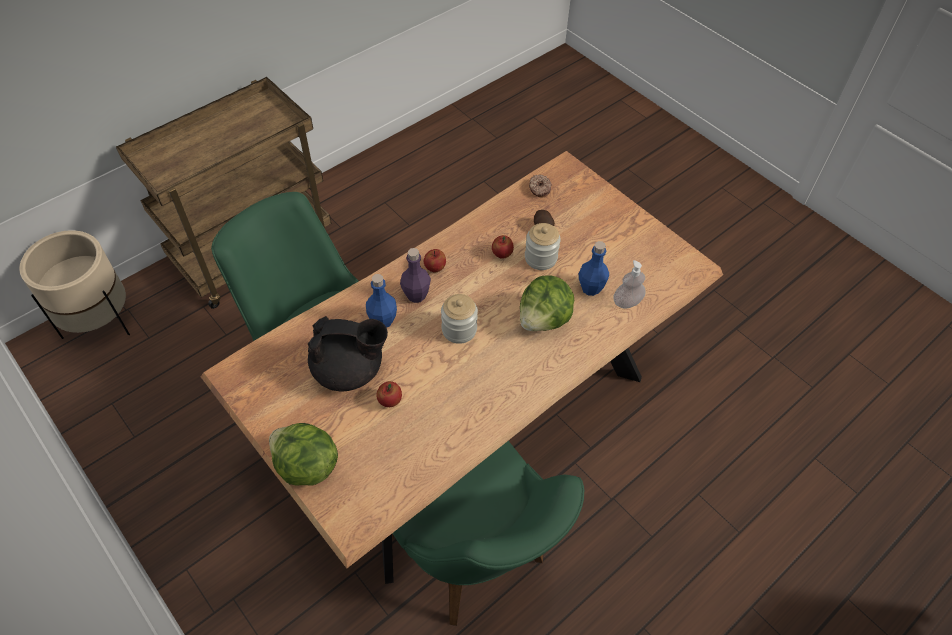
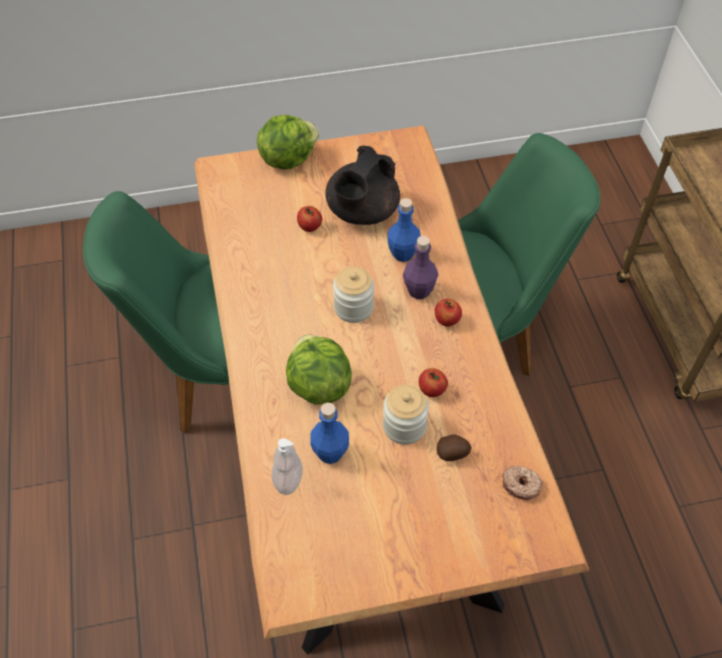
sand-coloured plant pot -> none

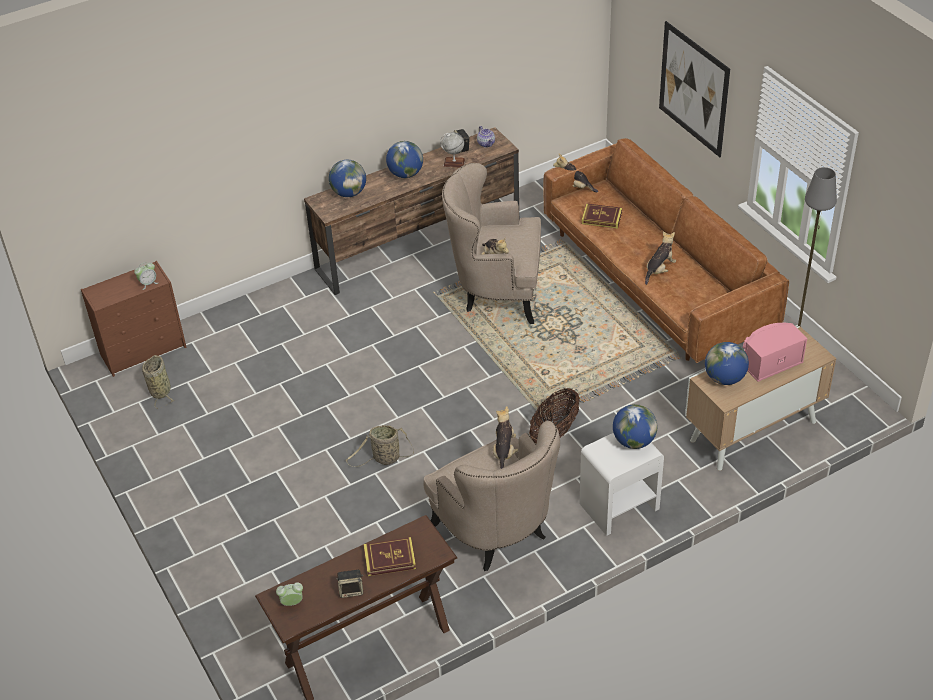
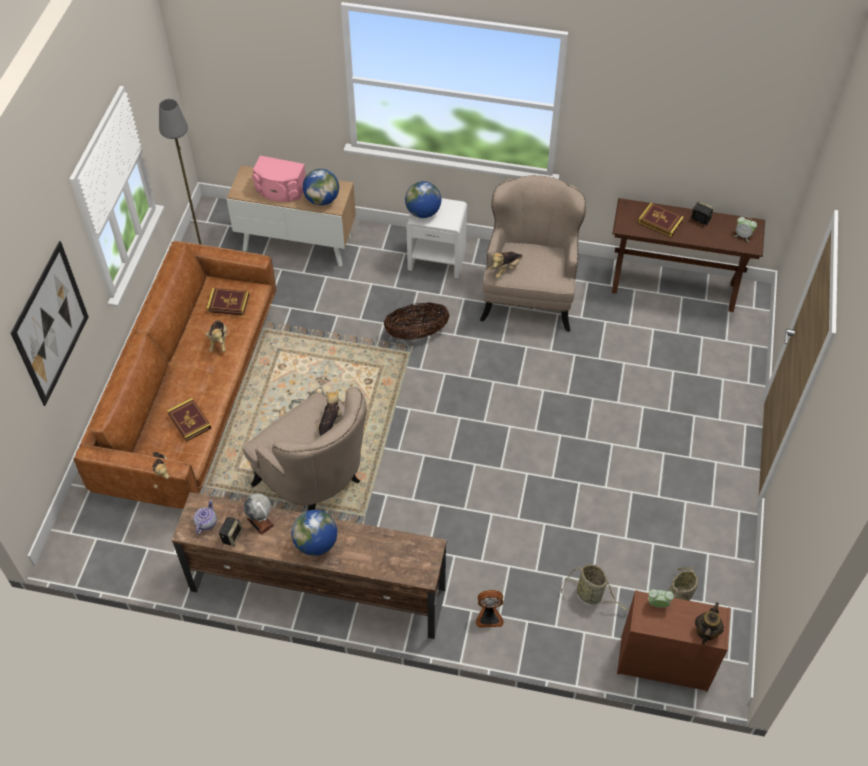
desk globe (1st from left) -> none
soft toy (4th from left in the first image) -> soft toy (2nd from left), 90 degrees counterclockwise
basket (2nd from left), move
none -> bound book (2nd from left)
none -> cooling fan
none -> teapot (2nd from left)

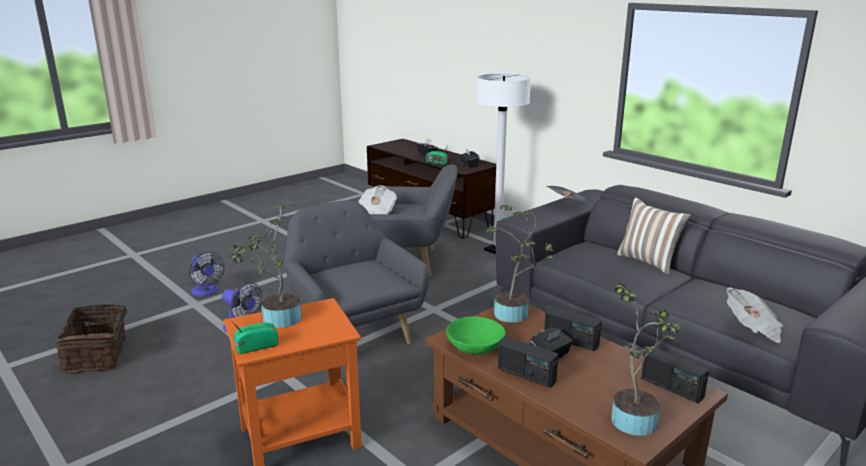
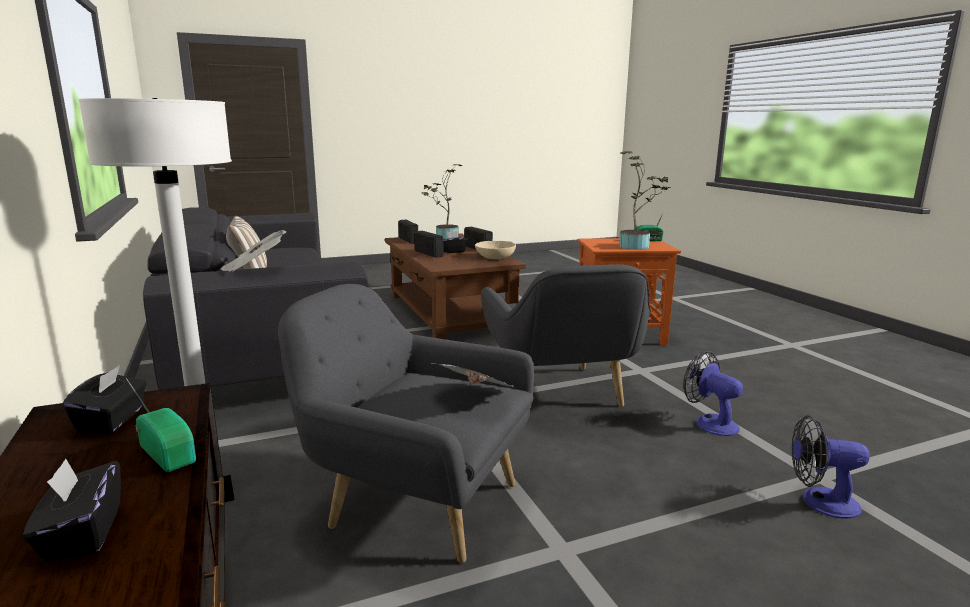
plant in a pot (2nd from left) -> none
cooling fan (1st from left in the first image) -> cooling fan (2nd from left), 60 degrees counterclockwise
newspaper (3rd from left) -> none
basket -> none
green bowl -> sand-coloured bowl

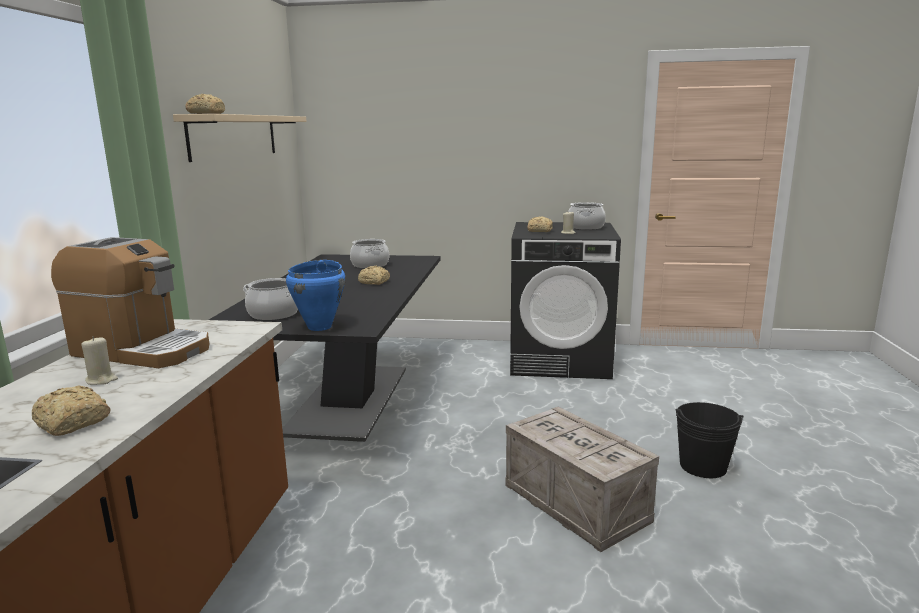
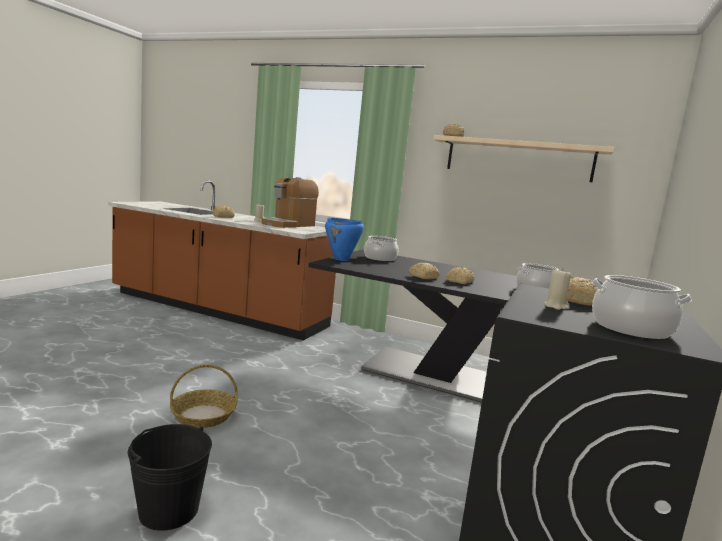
crate -> basket
none -> bakery bread (2nd from left)

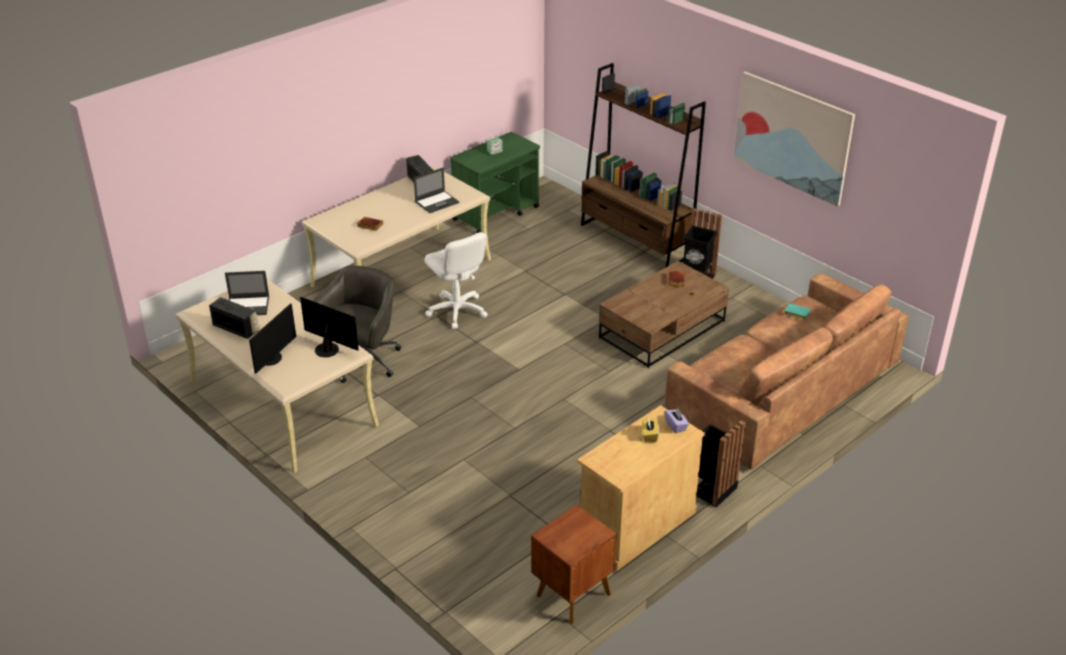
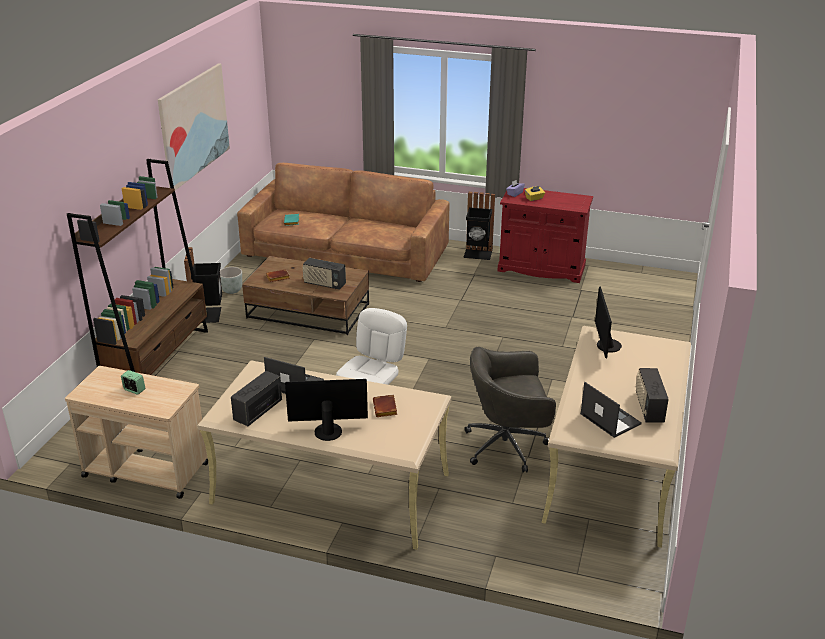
green trolley -> sand-coloured trolley
monitor (1st from left), move
sand-coloured cabinet -> red cabinet
brown bedside table -> none
none -> radio set (2nd from left)
none -> greyish plant pot

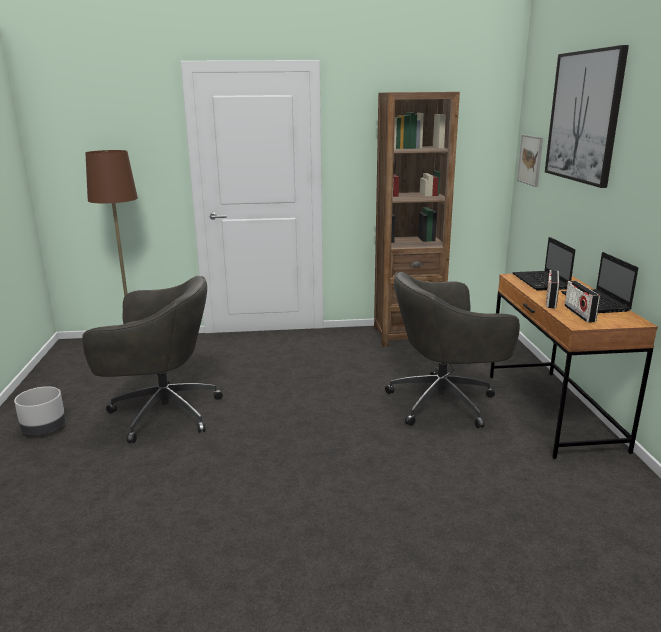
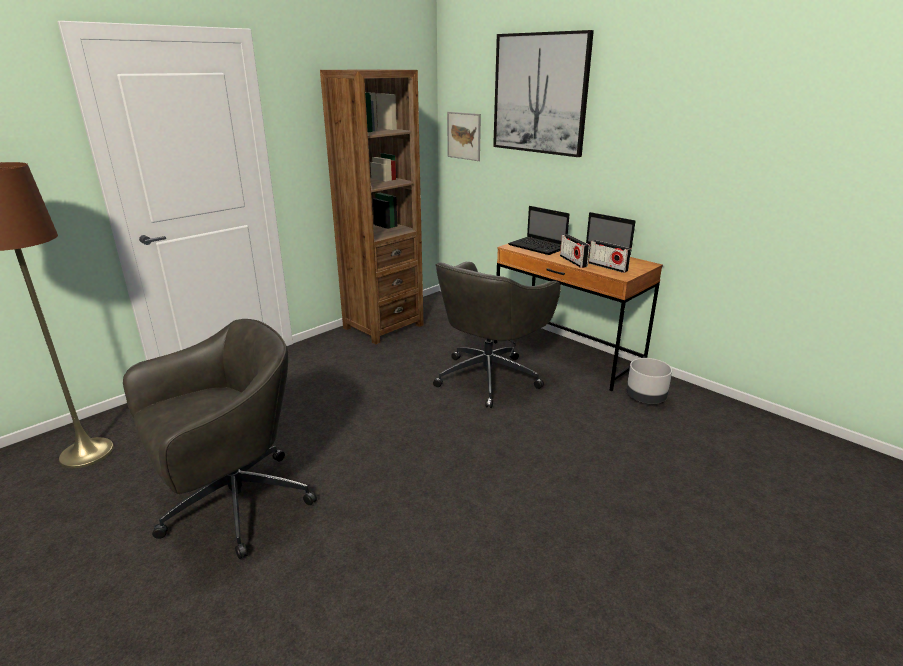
greyish plant pot, move

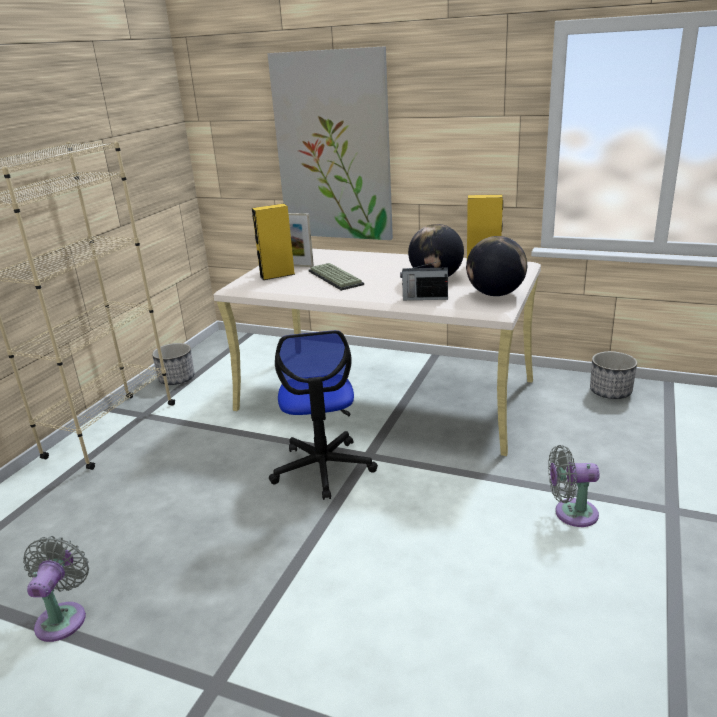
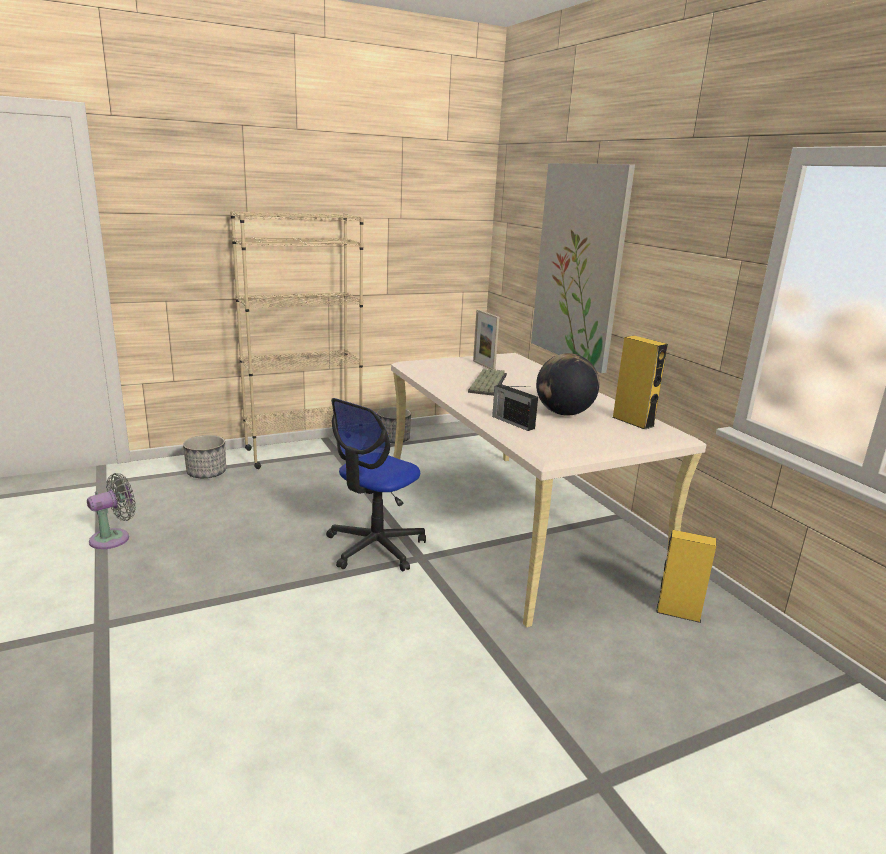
yellowish speaker (1st from left in the first image) -> yellowish speaker (2nd from left), move
desk globe (2nd from left) -> none
plant pot (2nd from left in the first image) -> plant pot (1st from left), move
greyish cooling fan (2nd from left) -> none

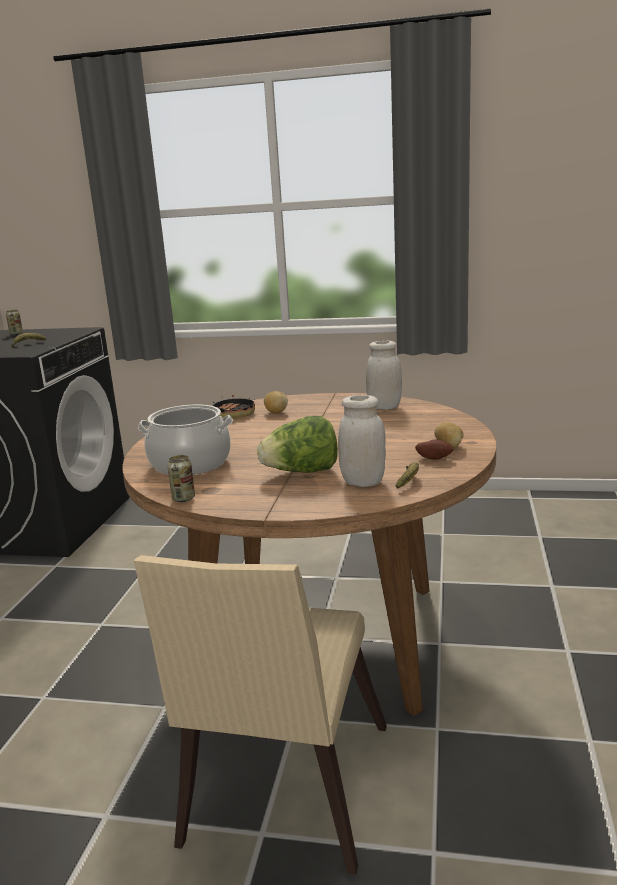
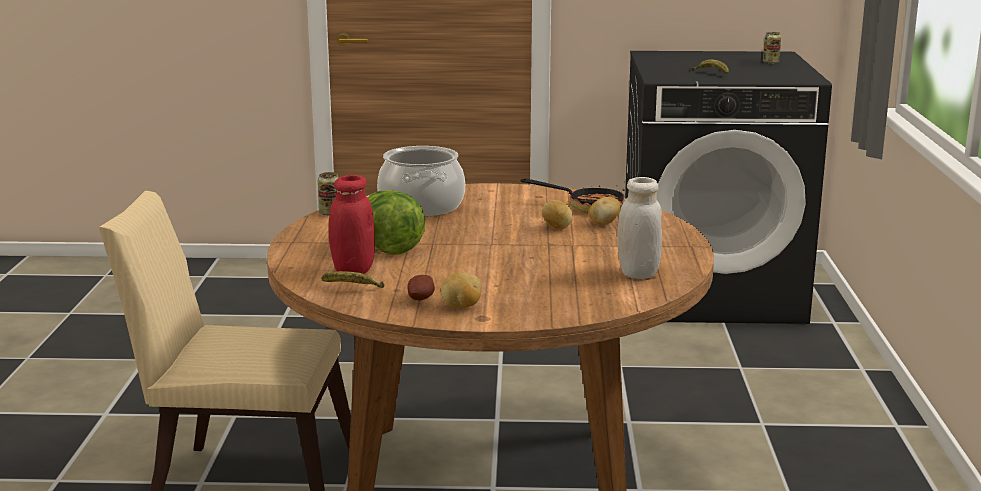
whitish preserve jar (1st from left) -> red preserve jar
none -> whole potato (3rd from left)

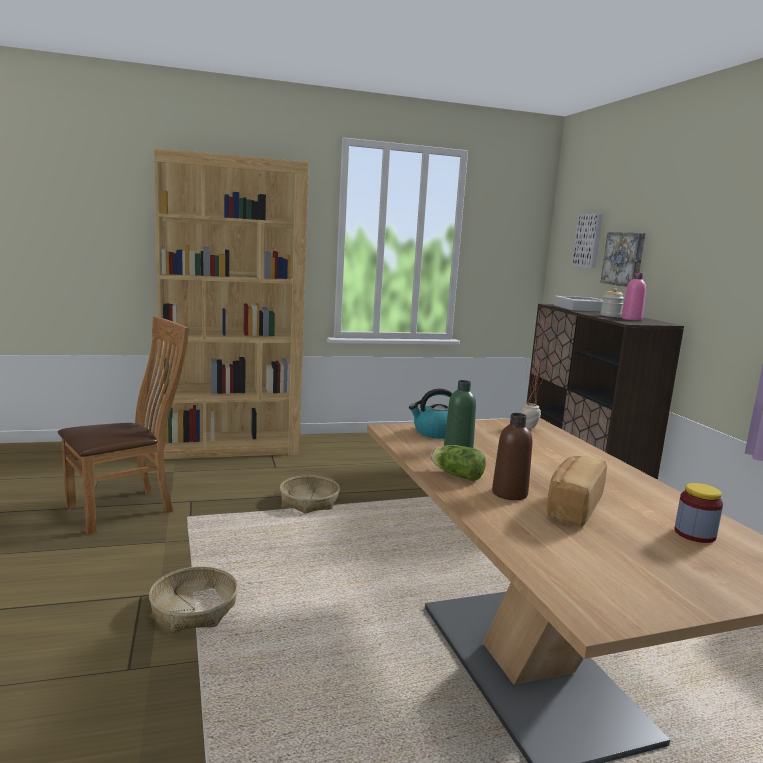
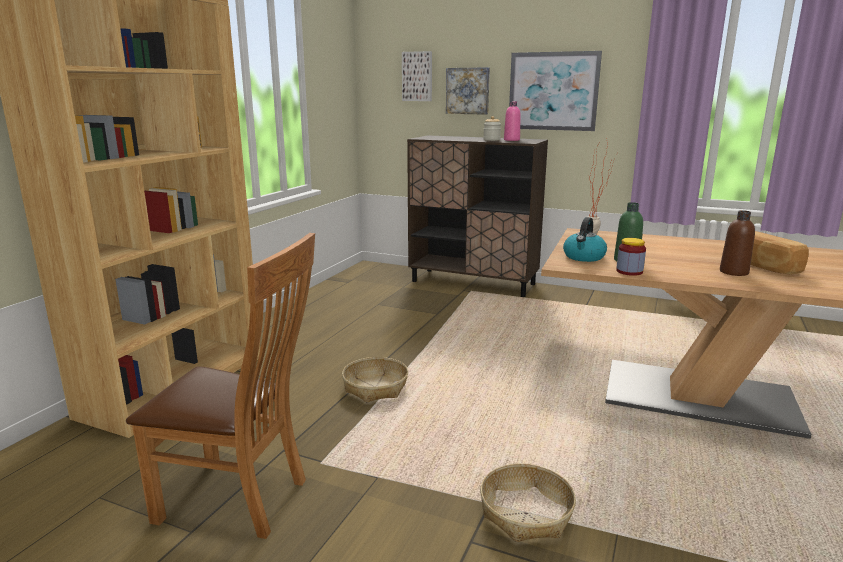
greyish serving tray -> none
brown plain chair, 105 degrees clockwise
lettuce -> none
preserve jar (2nd from left), move
none -> picture (3rd from left)

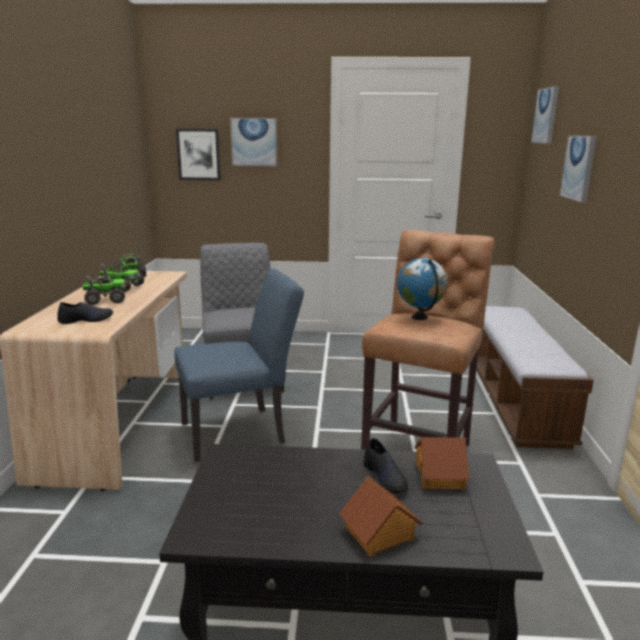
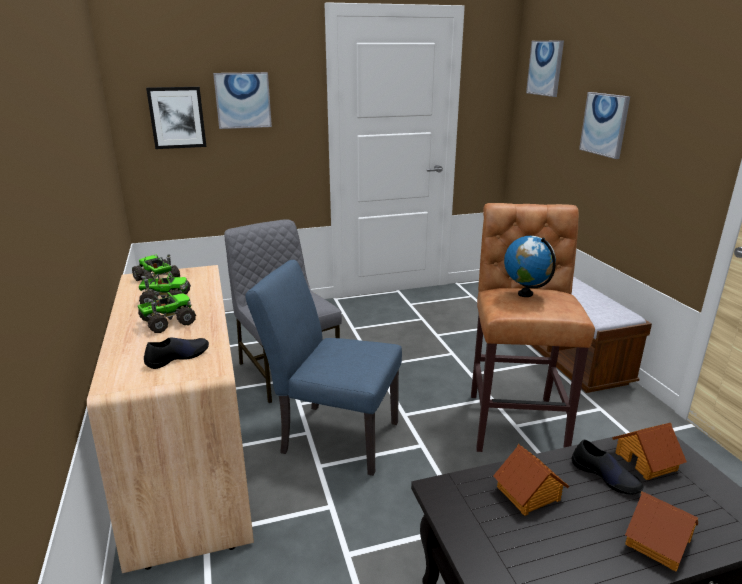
bluish plain chair, 120 degrees counterclockwise
none -> model house (1st from left)

